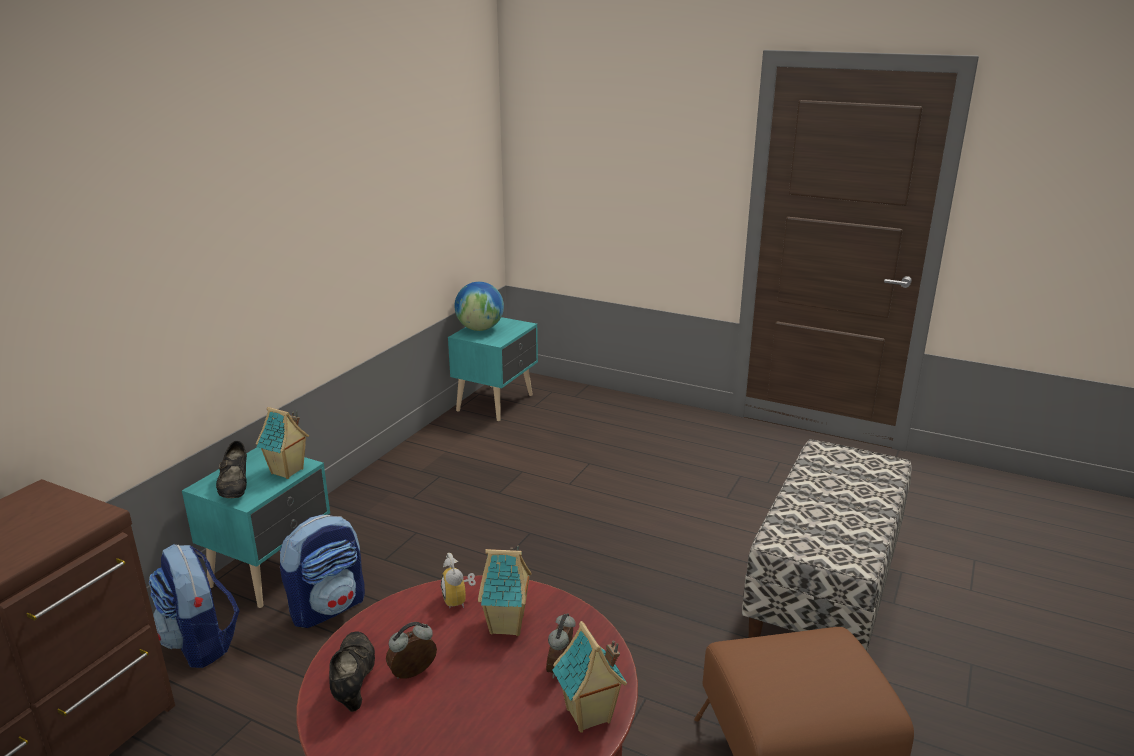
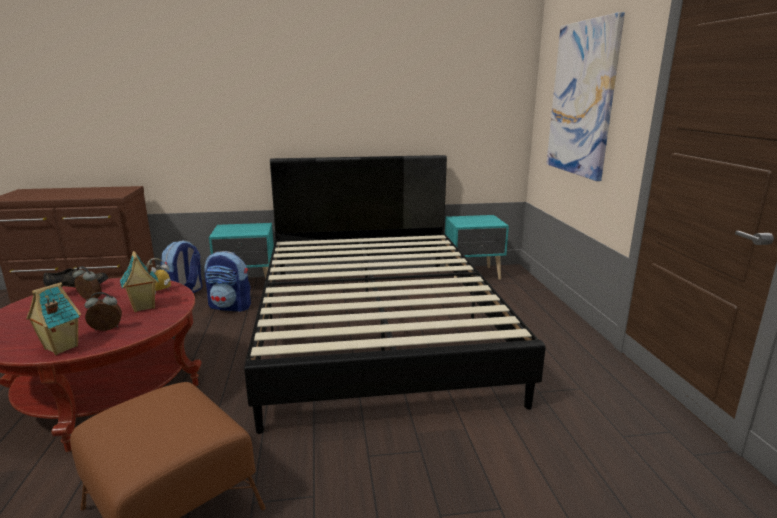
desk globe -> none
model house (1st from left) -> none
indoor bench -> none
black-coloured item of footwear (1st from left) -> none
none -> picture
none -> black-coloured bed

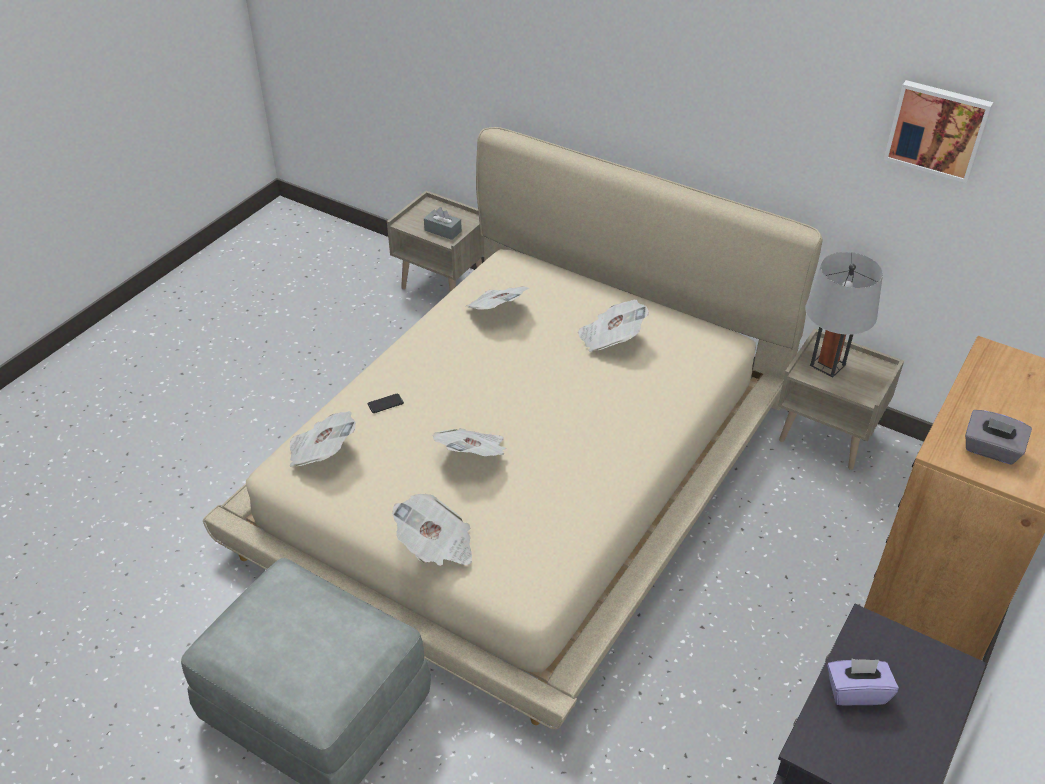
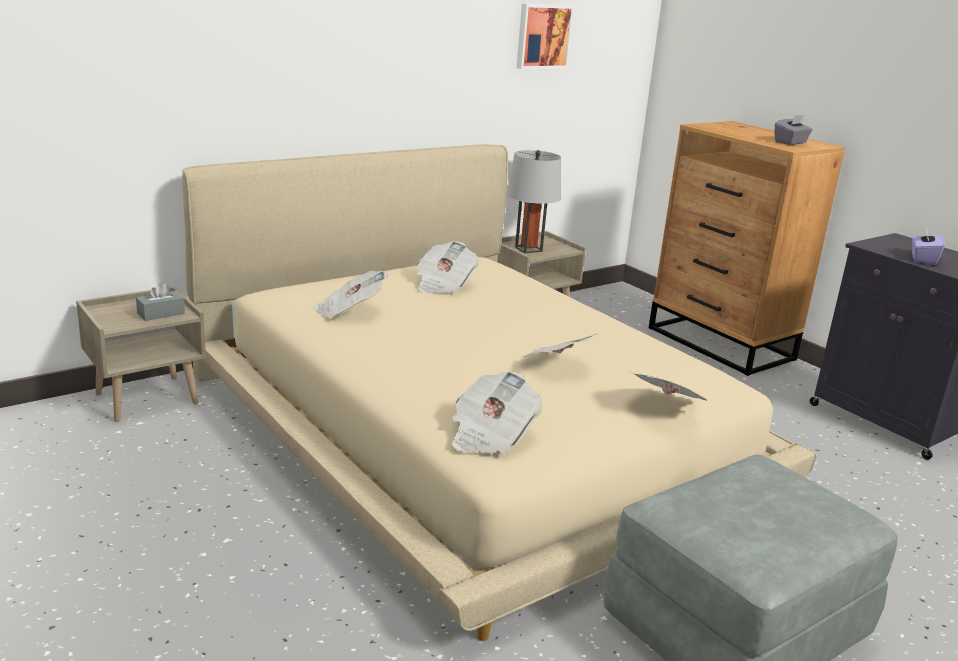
telephone -> none

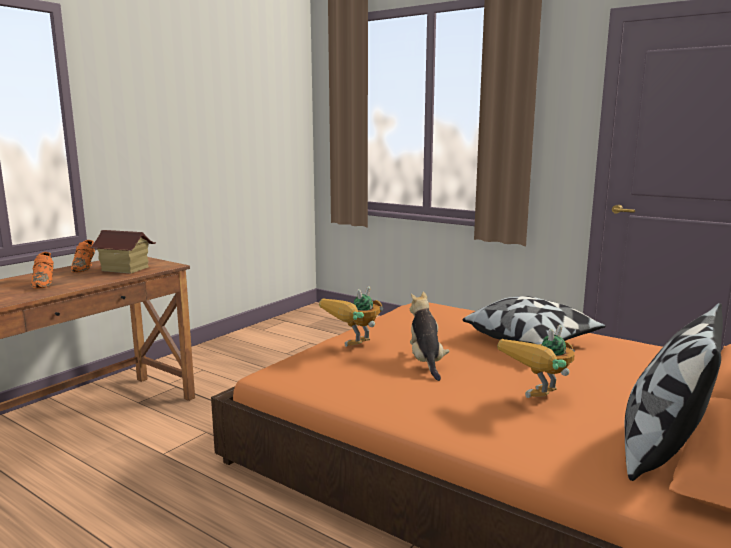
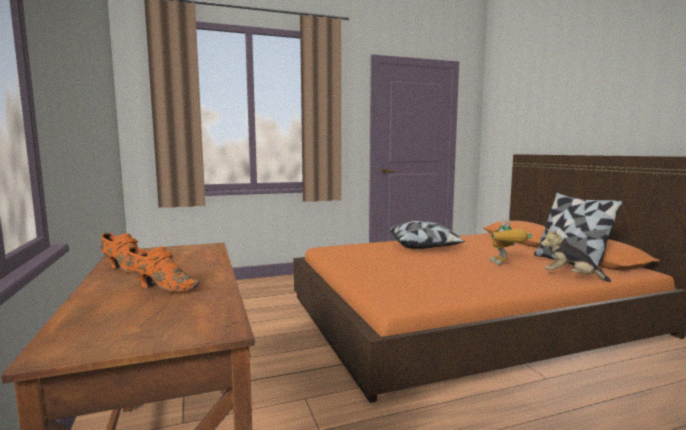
model house -> none
model robot (1st from left) -> none
soft toy, move

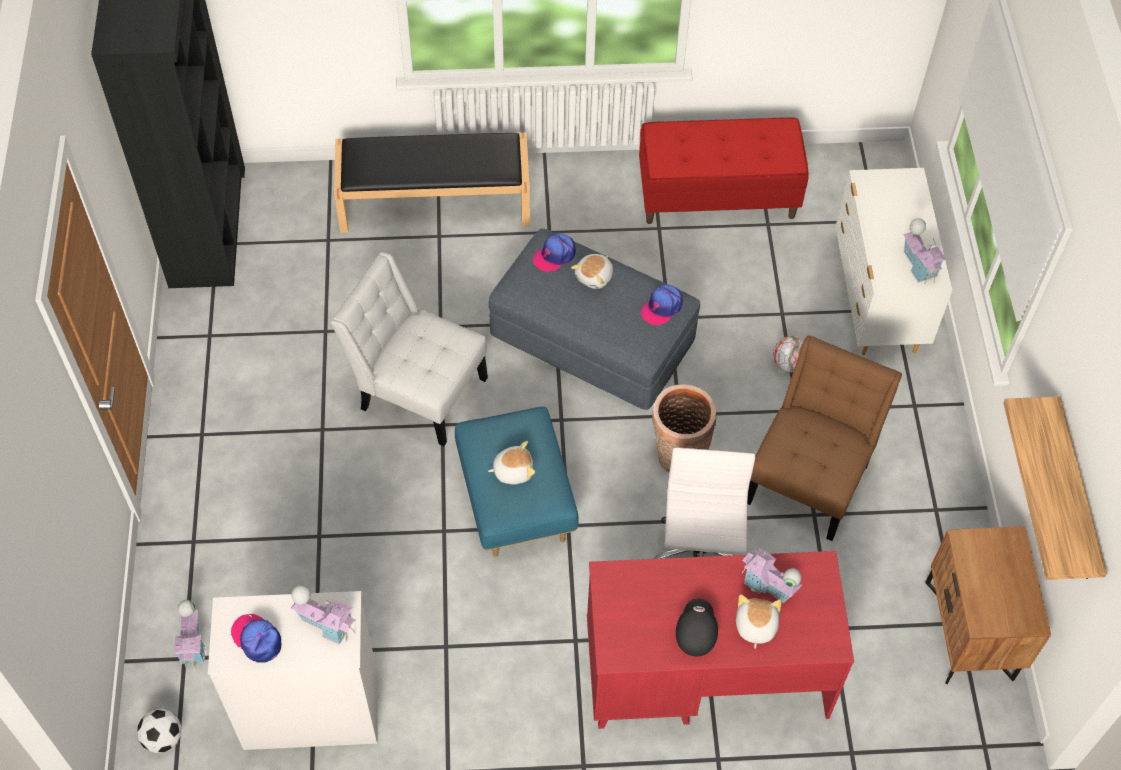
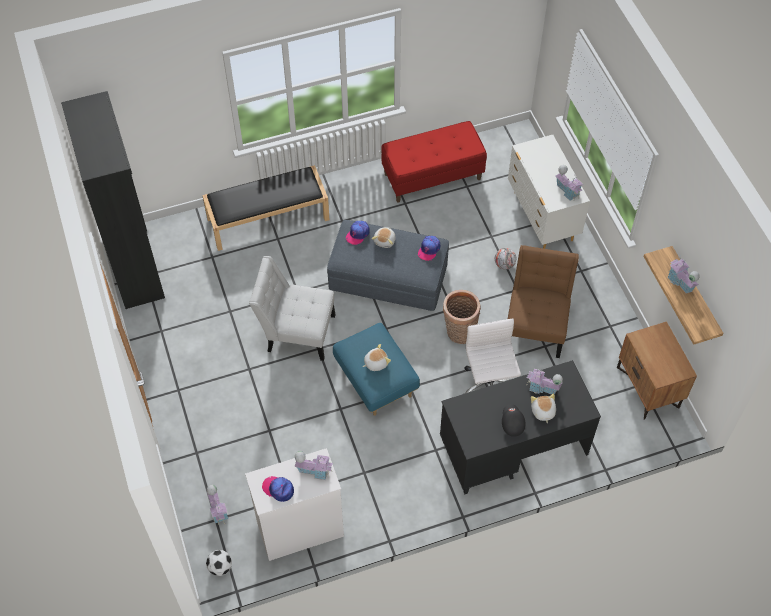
red desk unit -> black-coloured desk unit
none -> model house (5th from left)

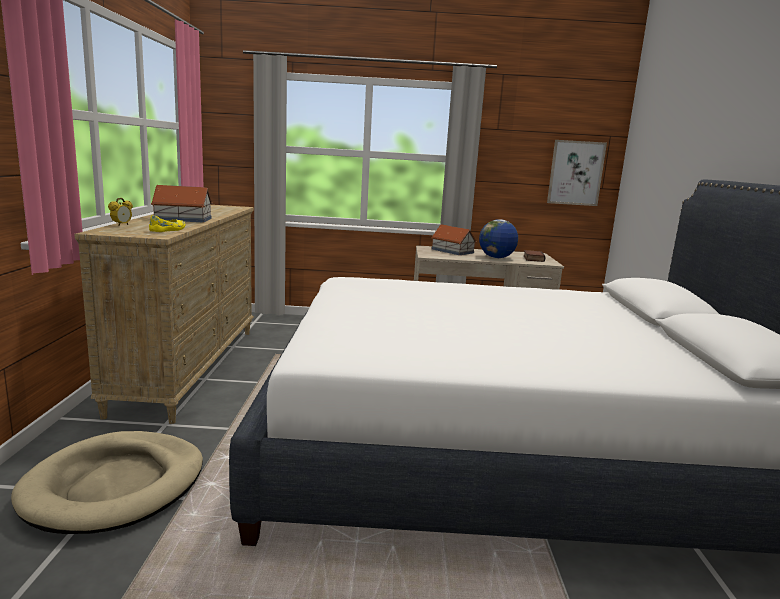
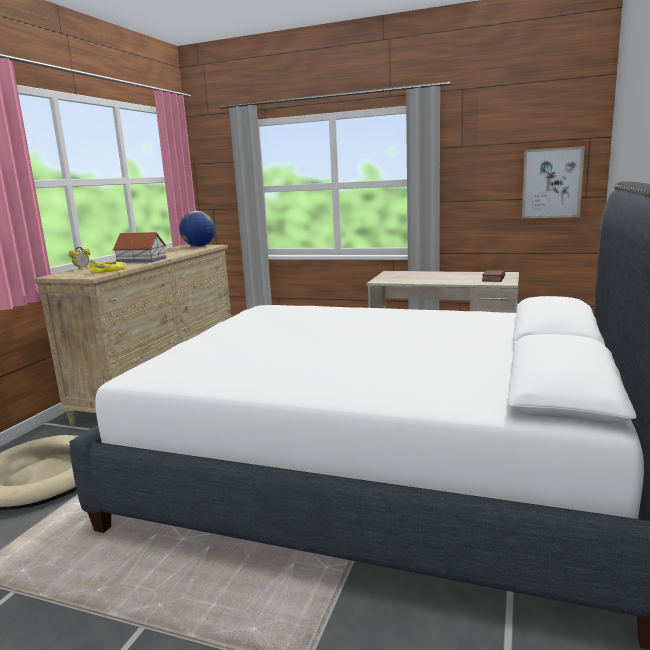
desk globe, move
model house (2nd from left) -> none

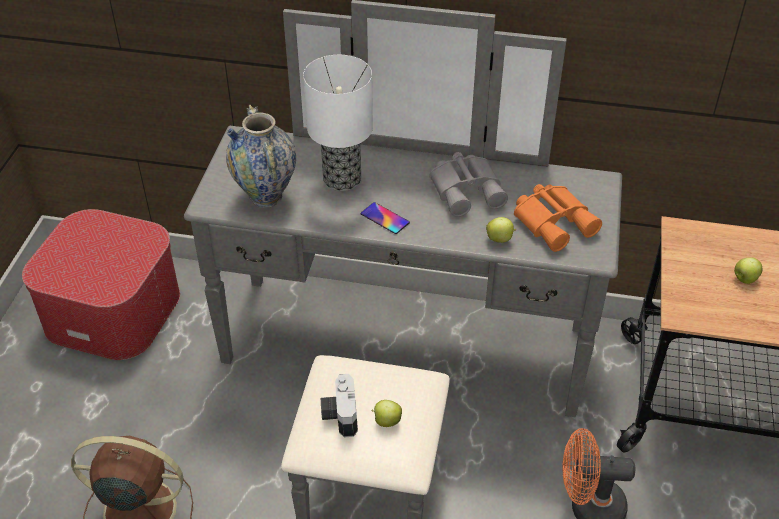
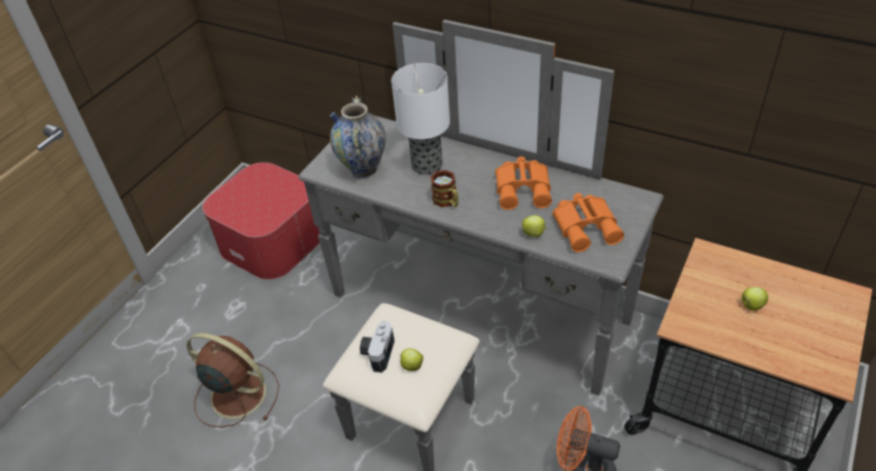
greyish binoculars -> orange-coloured binoculars (1st from left)
telephone -> mug

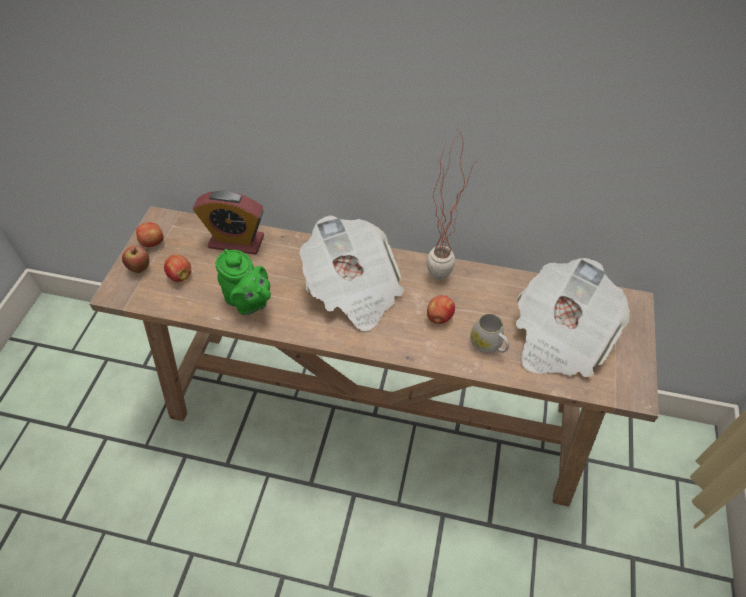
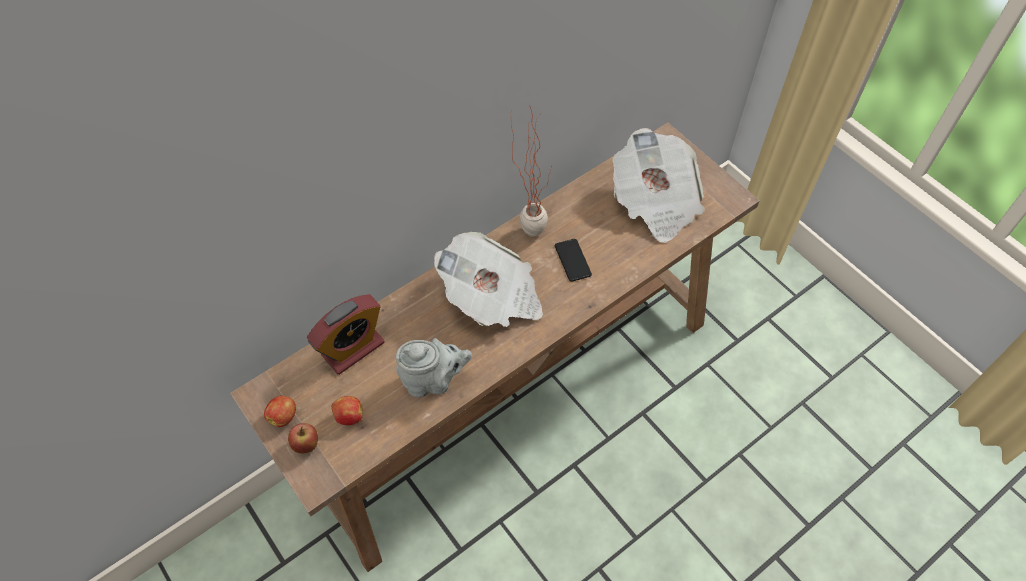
green teapot -> greyish teapot
apple fruit (4th from left) -> telephone
whitish mug -> none

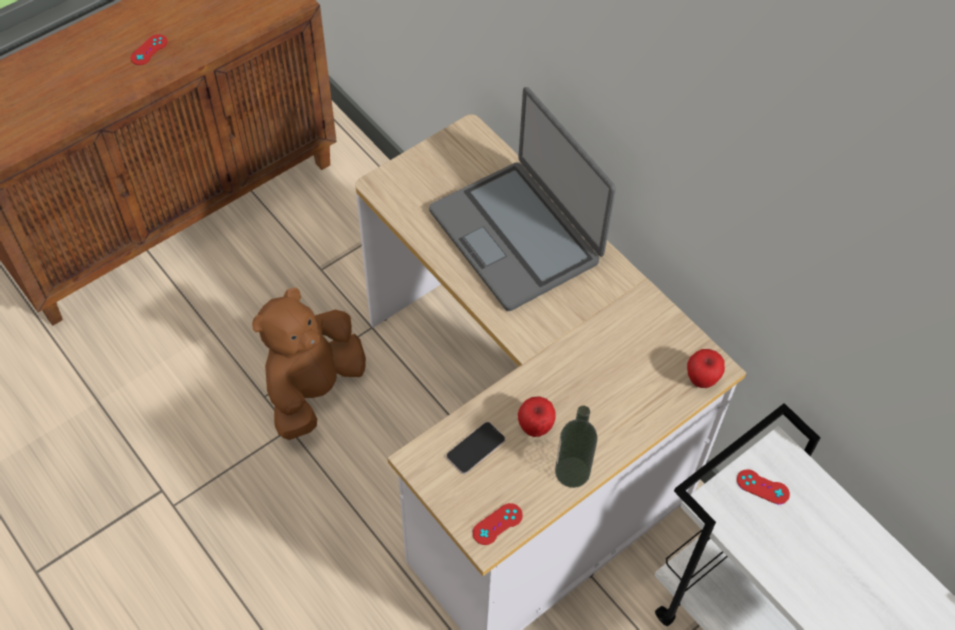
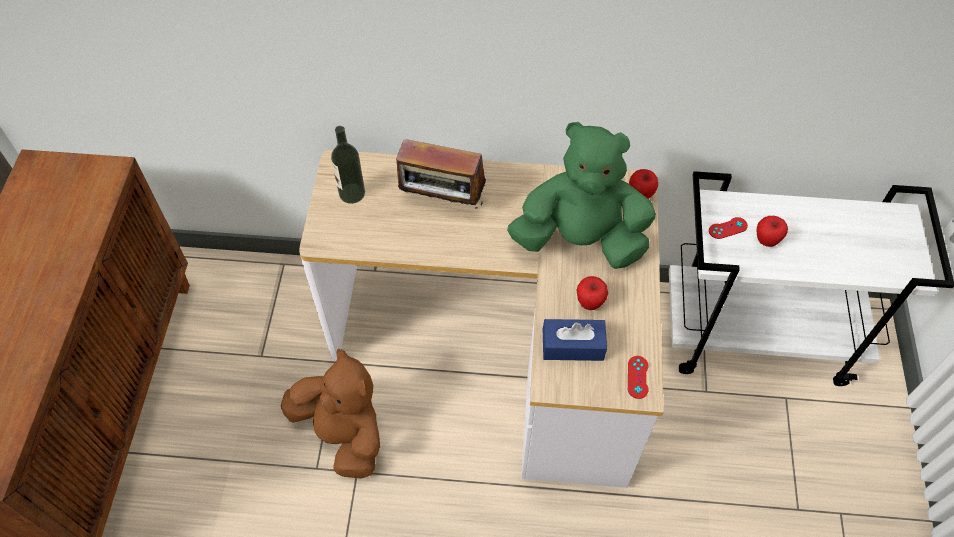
red gamepad (1st from left) -> none
portable computer -> radio set
brown soft toy, 150 degrees clockwise
drink bottle, move
telephone -> bluish box of tissues
none -> green soft toy
none -> apple fruit (3rd from left)

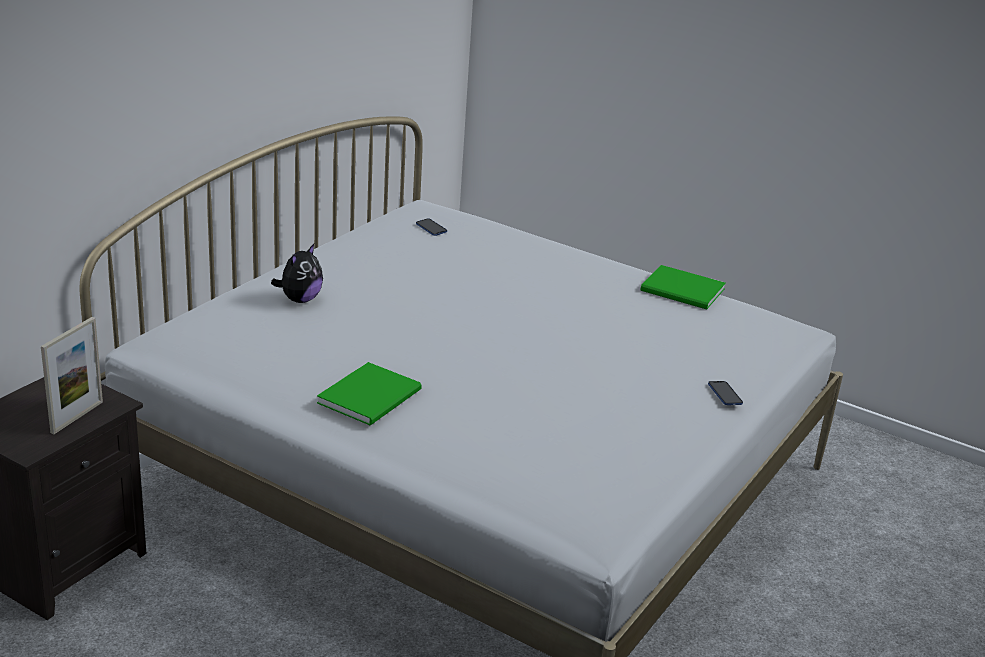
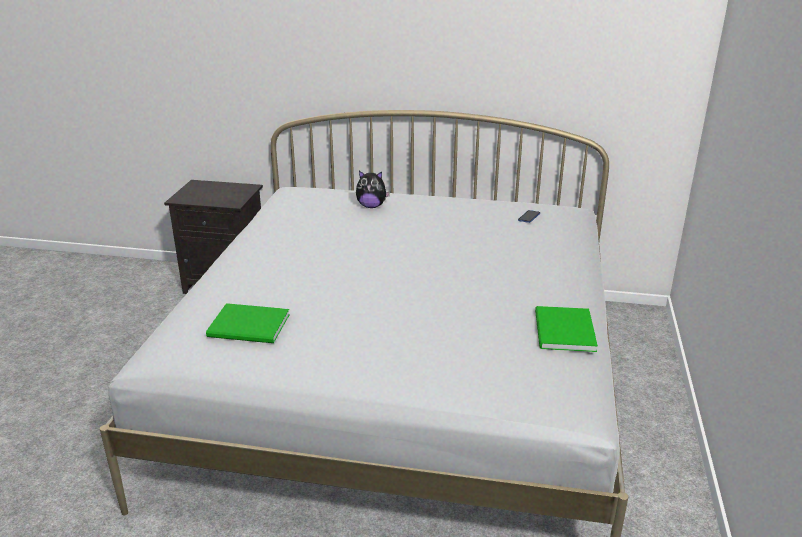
photo frame -> none
green bound book (1st from left), move
telephone (2nd from left) -> none

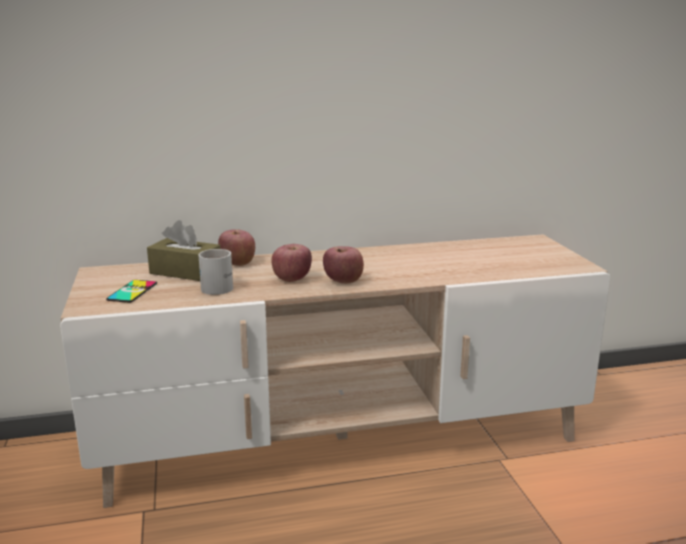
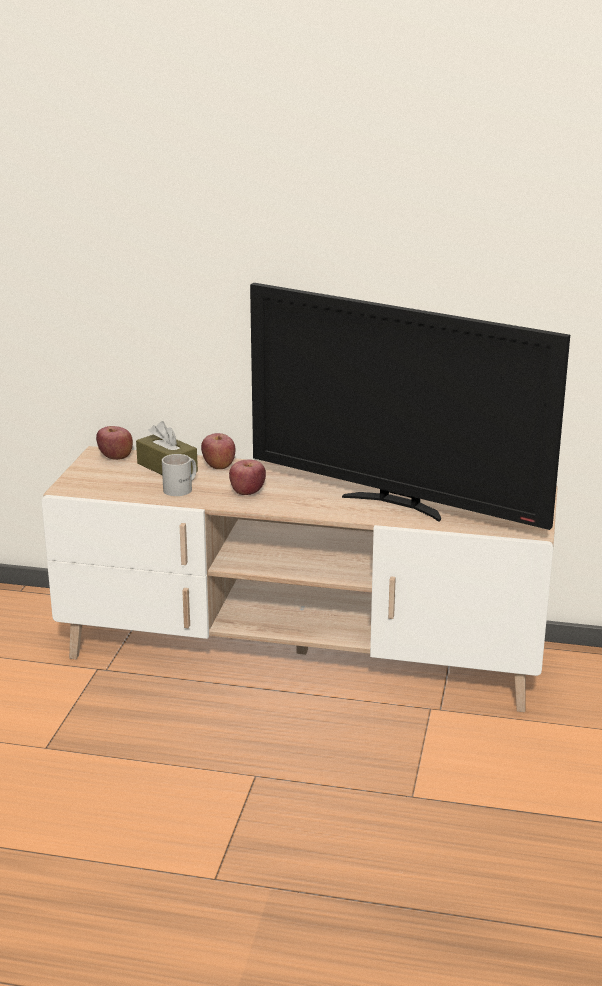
apple fruit (3rd from left in the first image) -> apple fruit (1st from left), move
telephone -> none
none -> TV

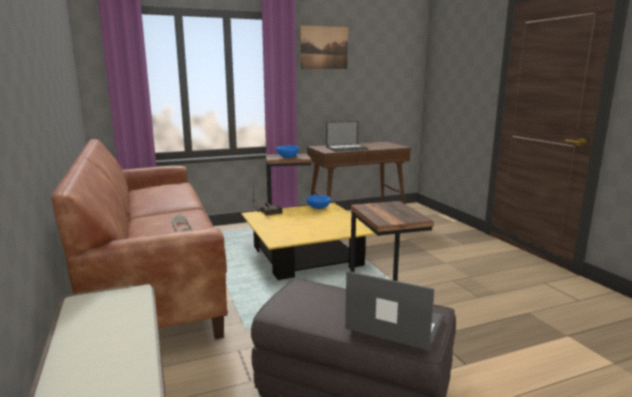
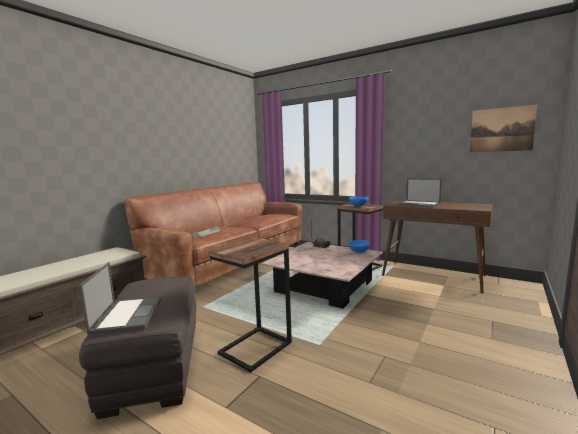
picture, move
yellowish coffee table -> pink coffee table

